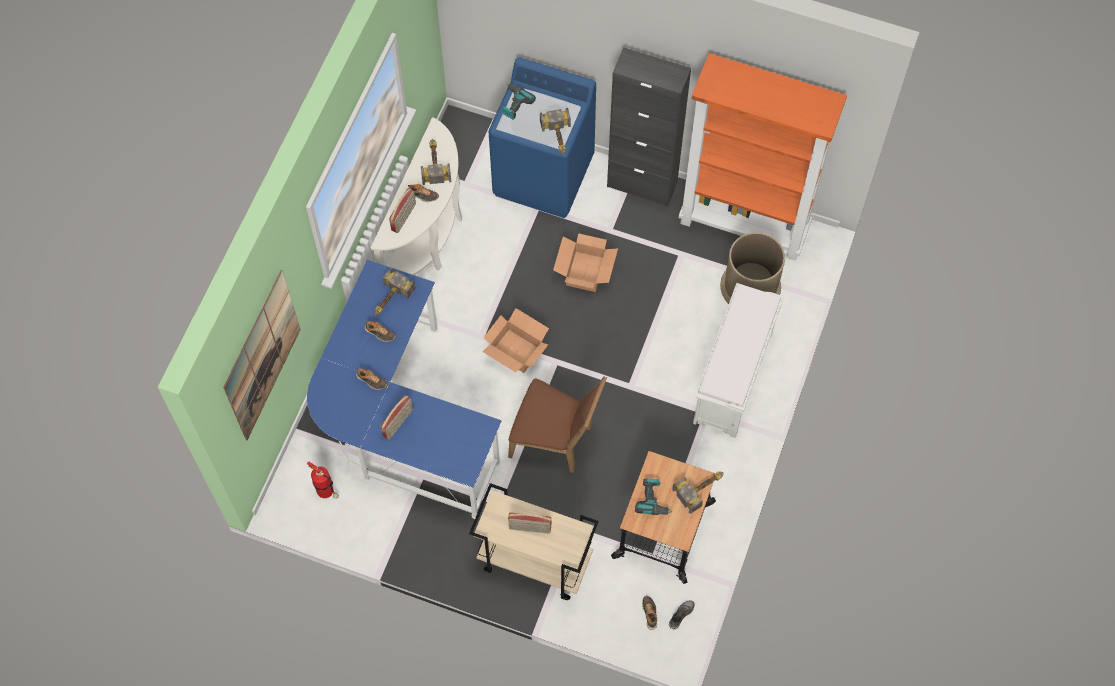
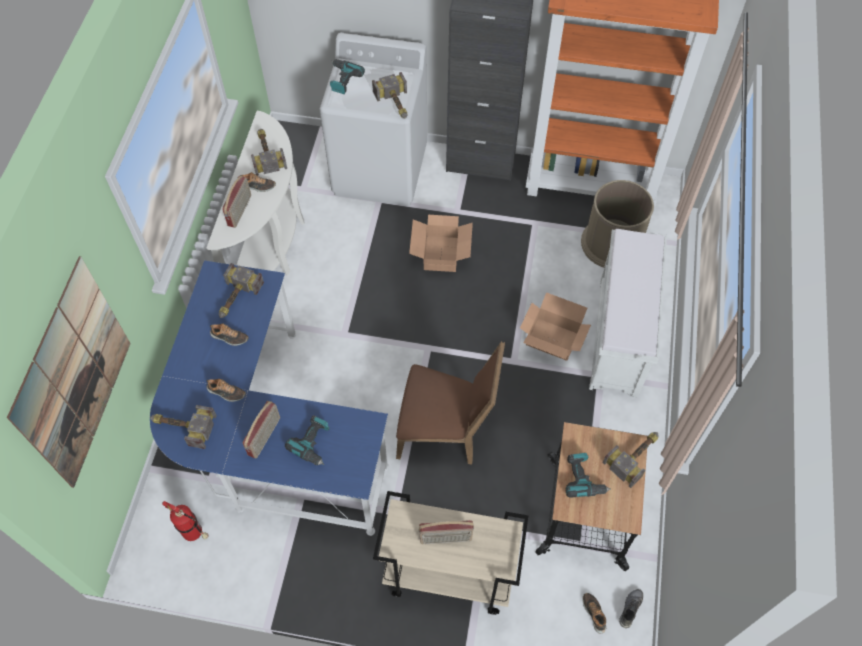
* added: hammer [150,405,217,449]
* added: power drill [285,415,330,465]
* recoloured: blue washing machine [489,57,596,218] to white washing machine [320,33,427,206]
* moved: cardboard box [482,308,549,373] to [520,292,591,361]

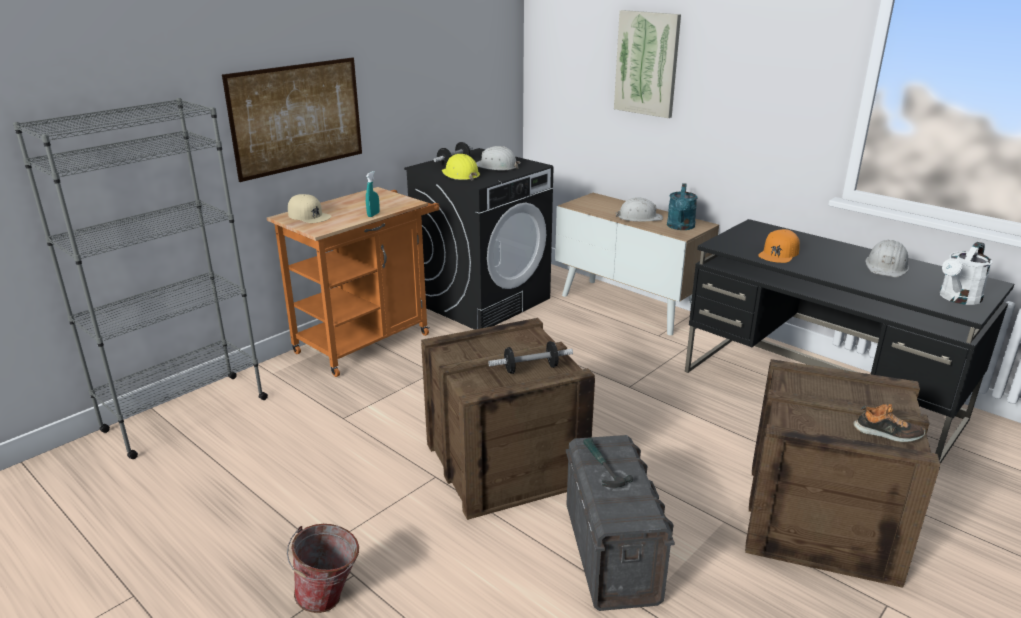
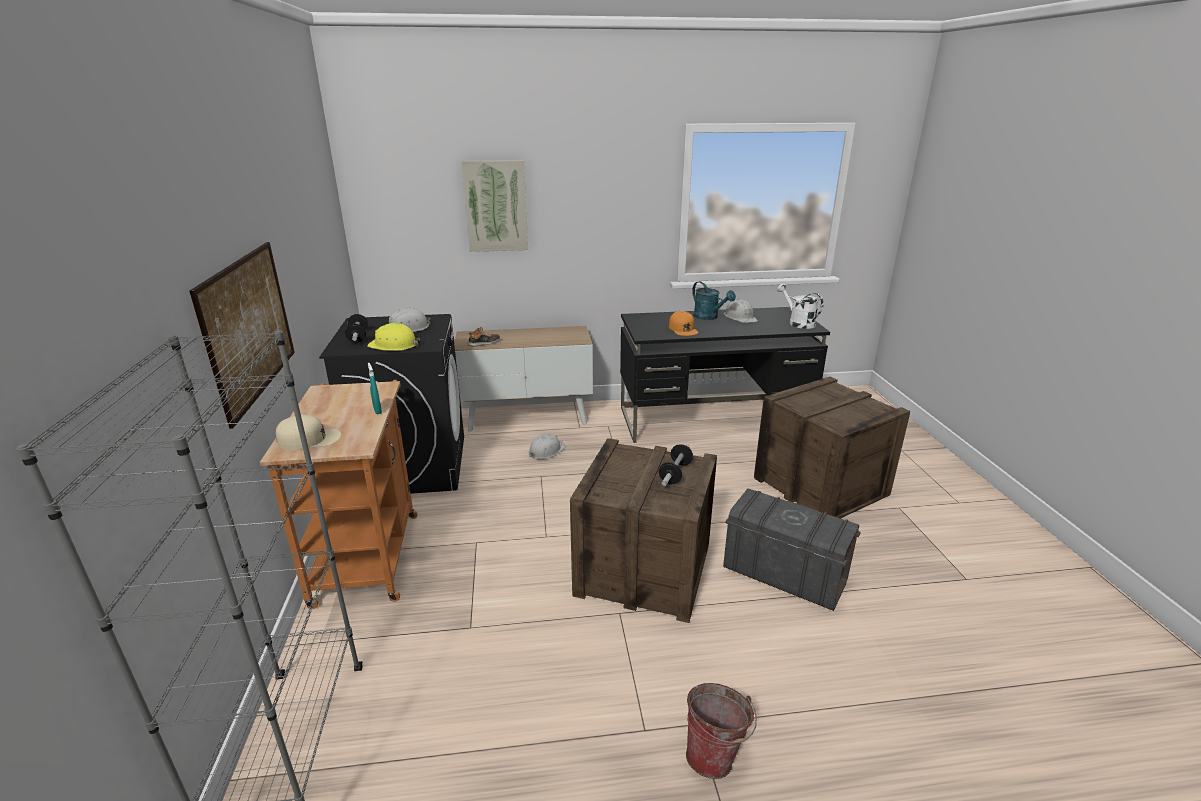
* moved: shoe [853,404,926,442] to [467,327,500,347]
* moved: white hard hat [616,197,663,222] to [529,433,566,459]
* moved: turquoise watering can [667,183,698,230] to [692,281,736,320]
* turned: white watering can [940,242,992,305] = [777,283,823,329] 150 degrees clockwise
* removed: hammer [583,438,633,488]

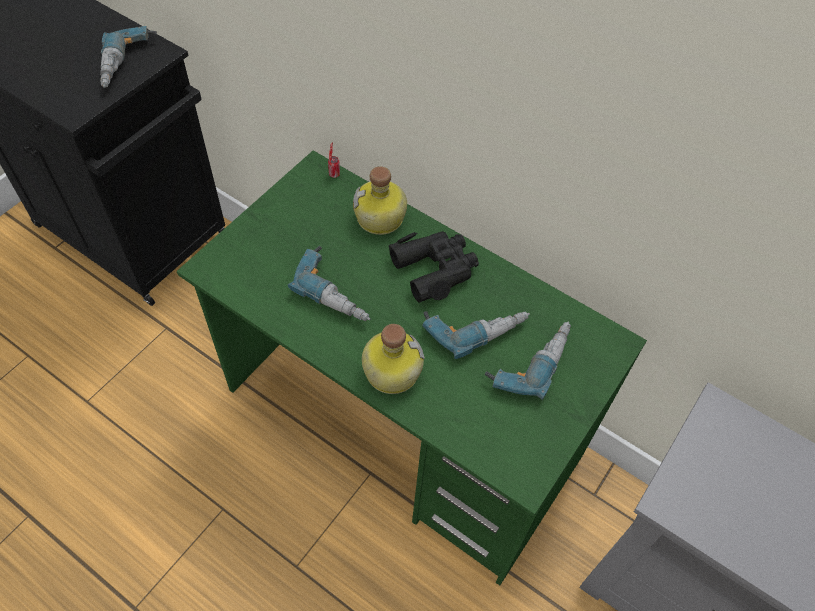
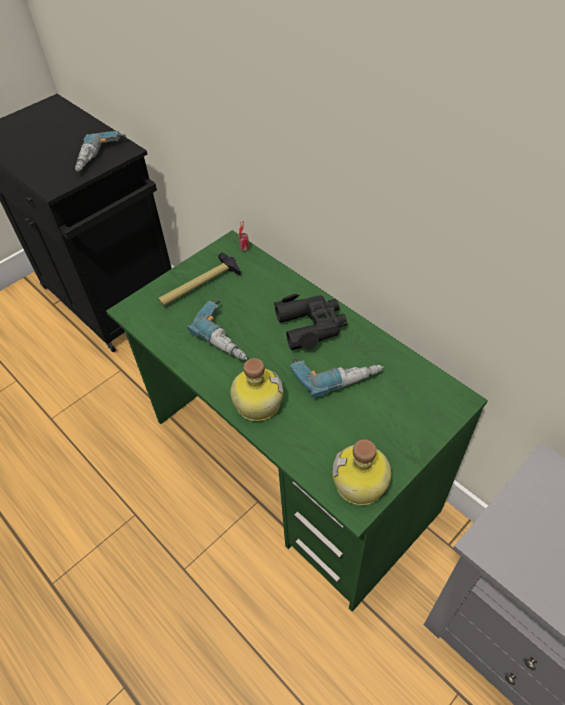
* added: hammer [158,253,241,306]
* moved: bottle [353,166,407,235] to [332,439,391,505]
* removed: power drill [485,322,571,400]

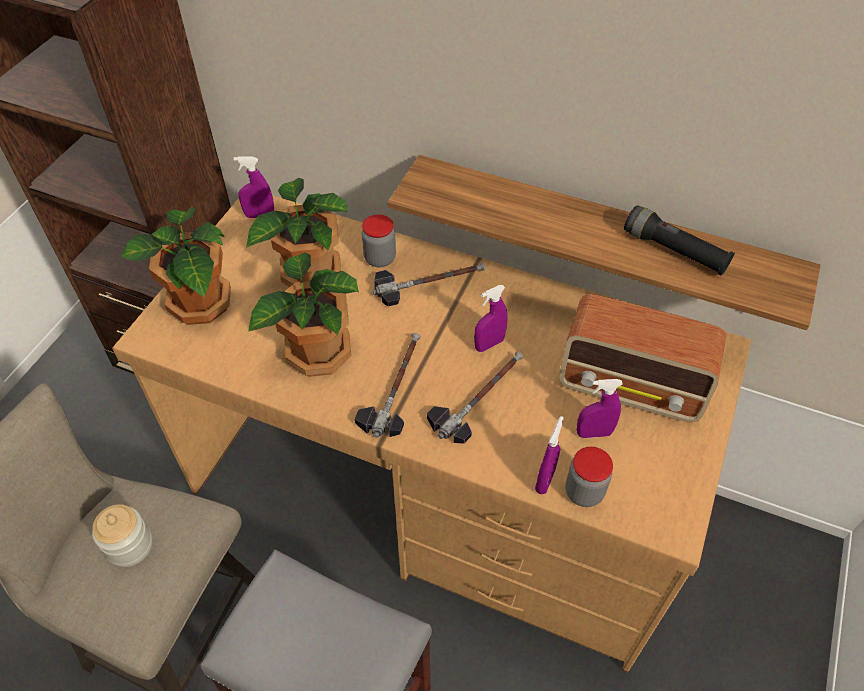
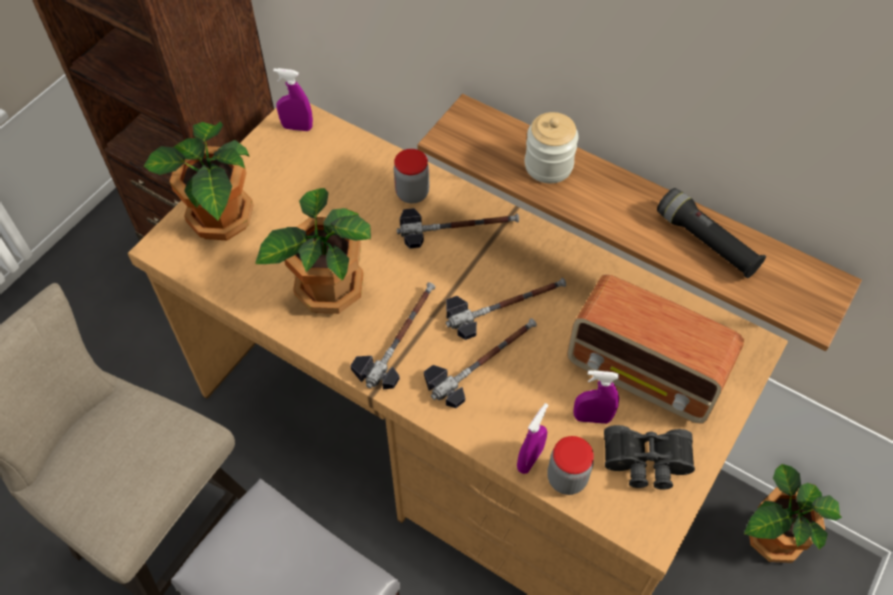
* replaced: purple spray bottle [474,285,508,352] to hammer [446,278,566,340]
* moved: jar [92,504,152,567] to [525,112,579,183]
* added: black binoculars [604,425,695,490]
* moved: potted plant [246,178,348,287] to [744,464,842,563]

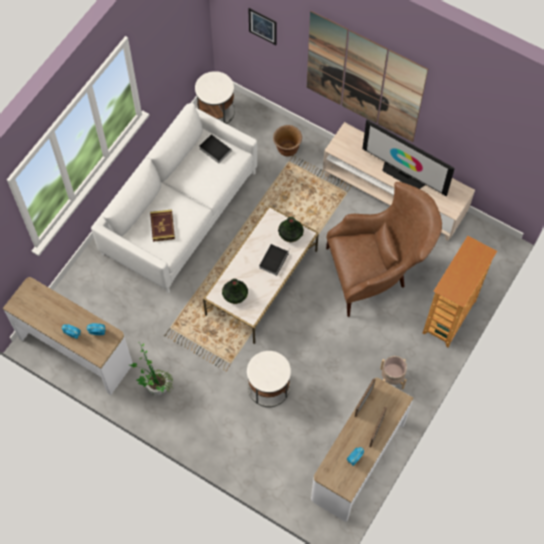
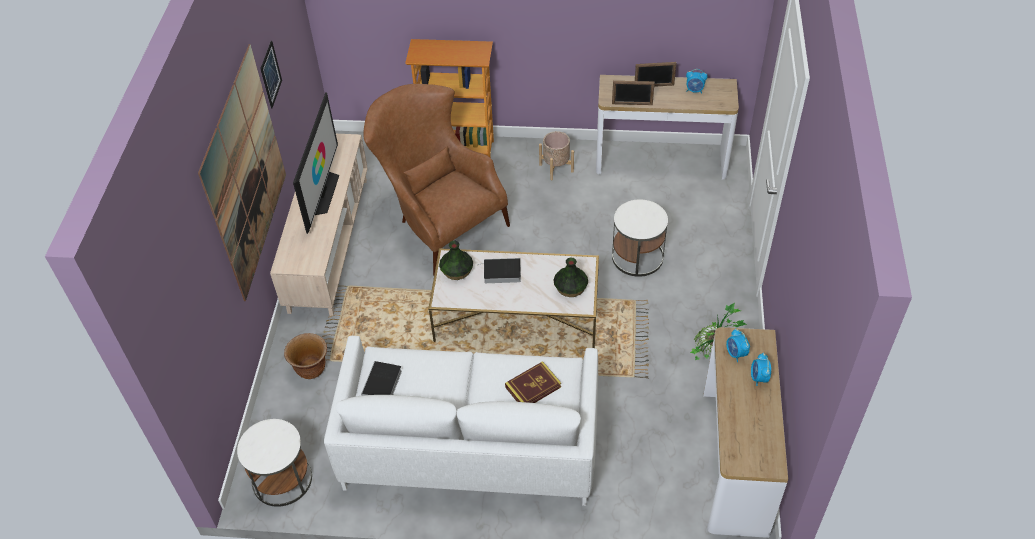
* moved: picture [248,8,277,45] to [260,41,282,108]

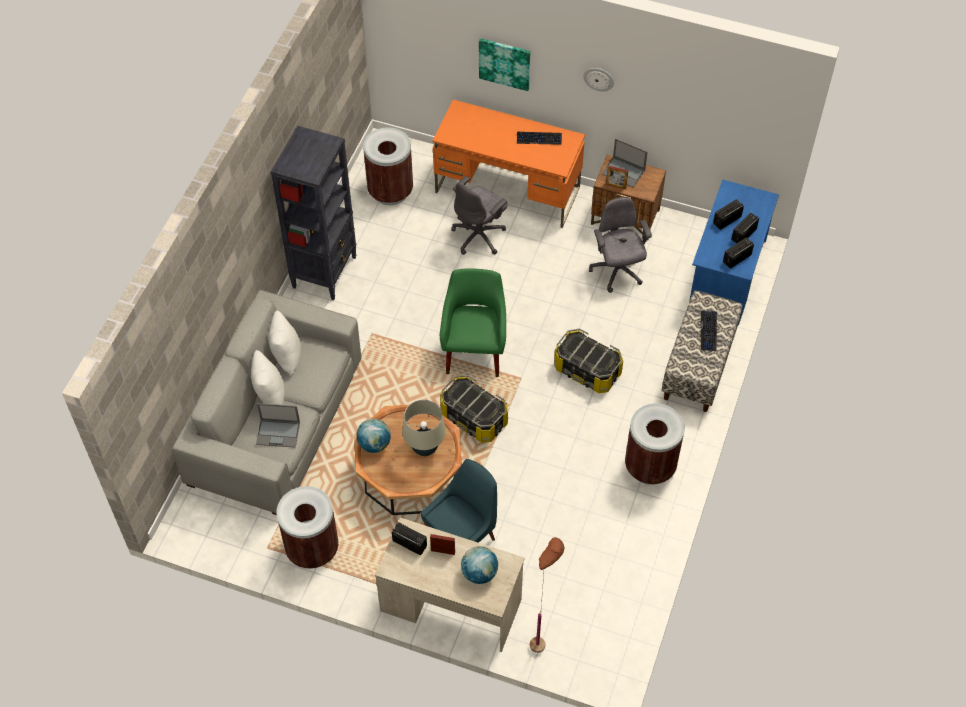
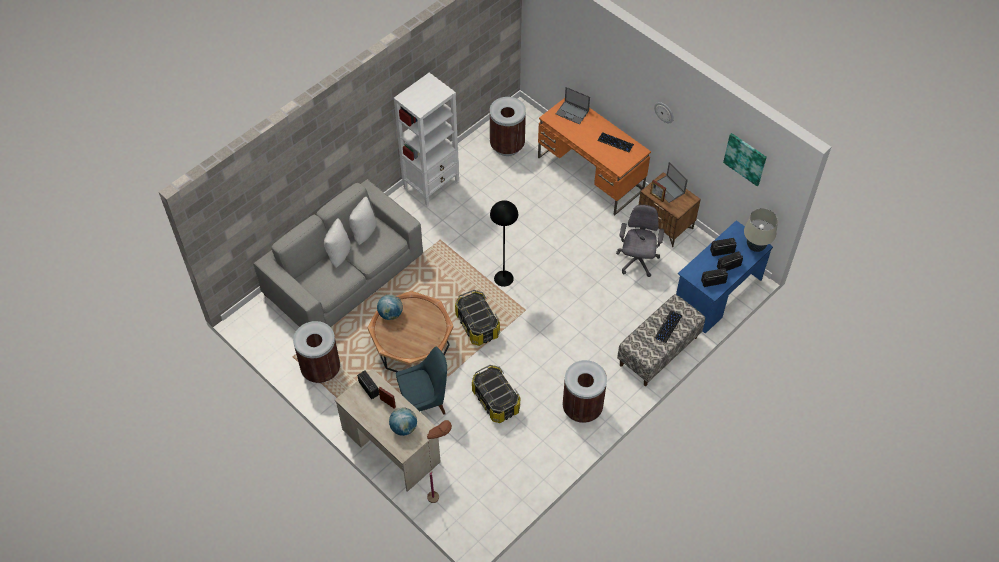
* recoloured: black bookcase [271,126,357,300] to white bookcase [394,72,459,207]
* moved: storage box [554,329,623,393] to [472,365,520,423]
* replaced: green armchair [440,268,506,377] to black floor lamp [490,200,518,287]
* moved: laptop [256,403,300,448] to [556,87,590,124]
* moved: picture [479,38,530,91] to [723,133,767,186]
* moved: beige table lamp [402,400,446,456] to [744,208,778,252]
* removed: grey office chair [451,176,507,255]

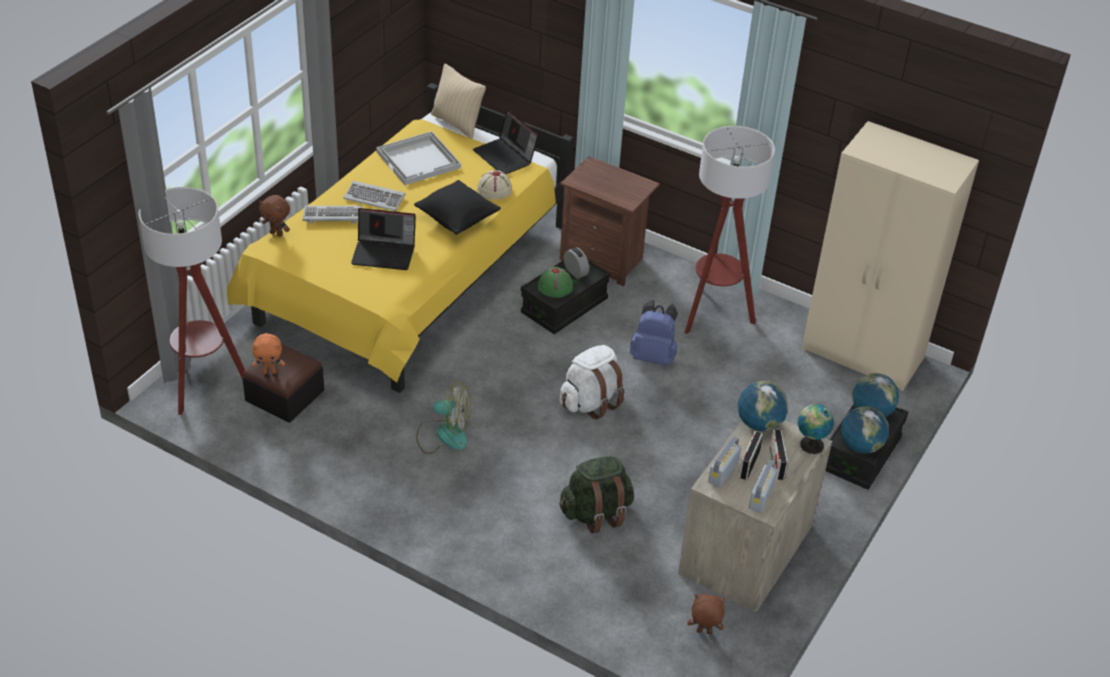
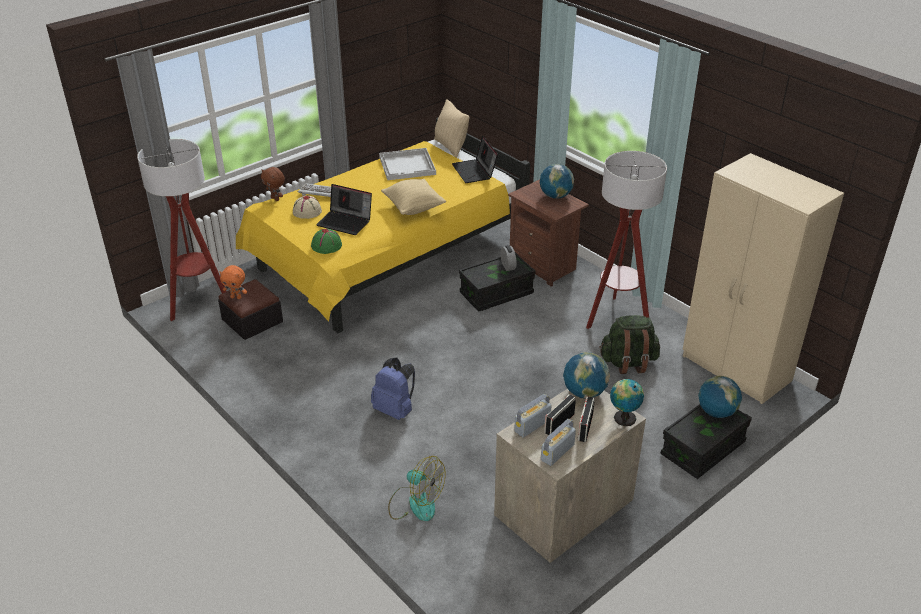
* moved: beige hat [477,170,512,200] to [293,195,322,219]
* moved: green hat [538,267,573,298] to [311,228,342,254]
* moved: blue backpack [630,300,678,366] to [371,357,415,420]
* recoloured: black pillow [414,180,501,235] to beige pillow [381,179,446,215]
* moved: fan [416,382,471,454] to [388,456,446,521]
* moved: globe [841,406,889,454] to [540,164,574,199]
* moved: green backpack [559,456,634,534] to [599,315,660,374]
* removed: keyboard [343,181,405,211]
* removed: white backpack [560,345,625,419]
* removed: brown plush toy [688,594,725,634]

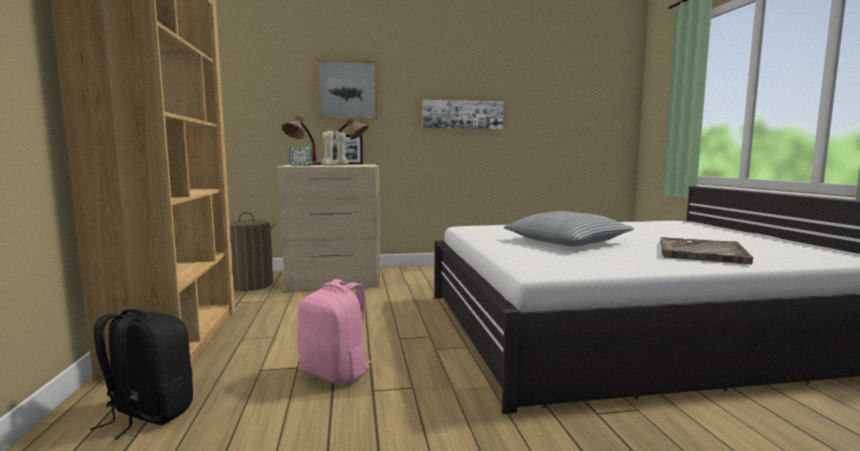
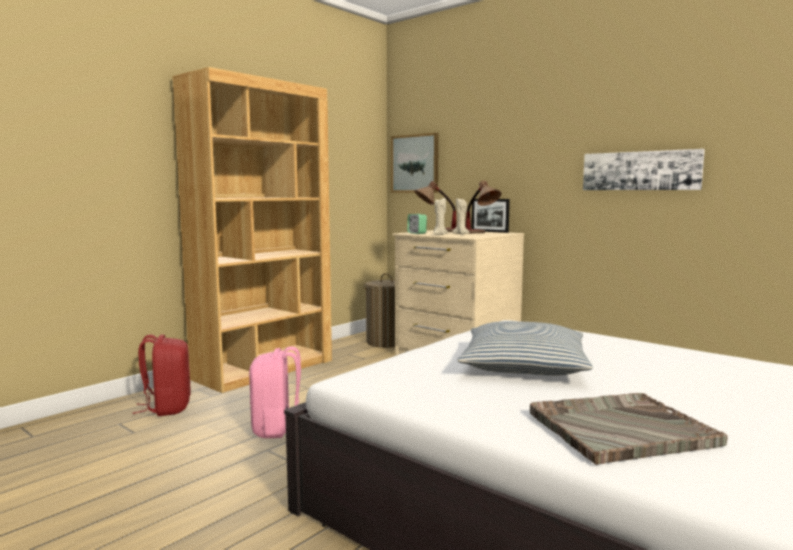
* recoloured: black backpack [90,309,193,439] to red backpack [133,334,191,416]
* moved: picture [317,59,377,120] to [391,133,439,193]

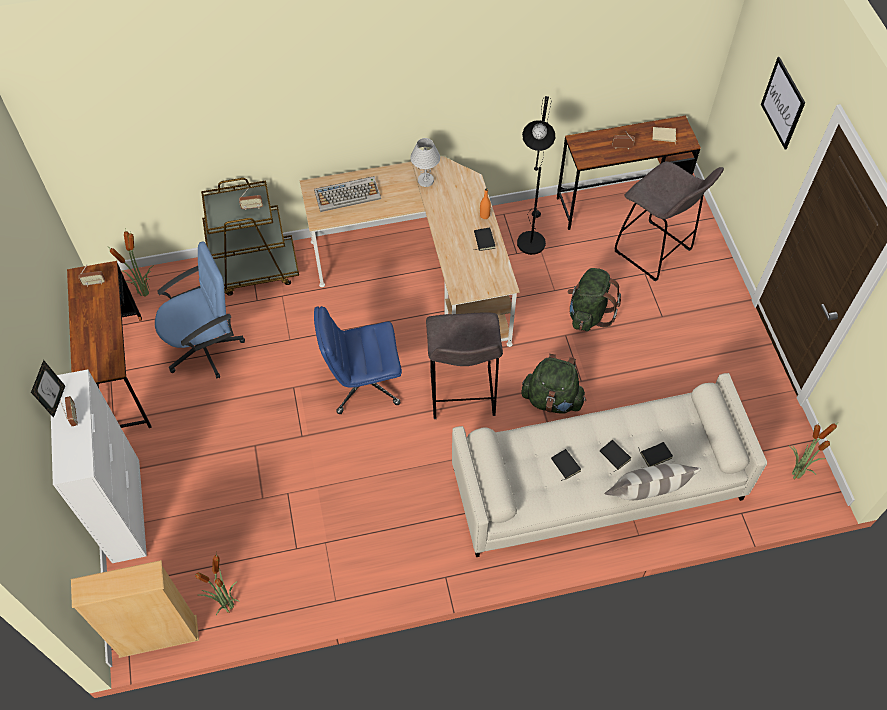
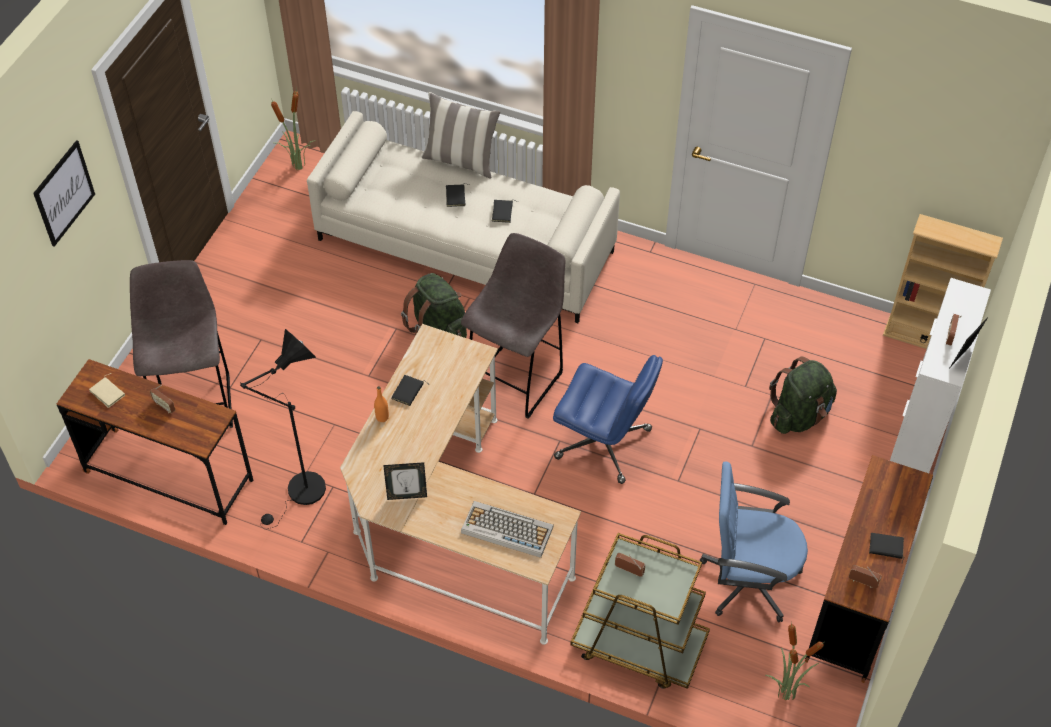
* replaced: white table lamp [410,138,440,187] to picture frame [383,462,427,500]
* moved: green backpack [567,268,621,331] to [769,357,837,434]
* moved: black book [638,442,673,467] to [869,533,904,562]
* removed: potted plant [195,552,240,615]

